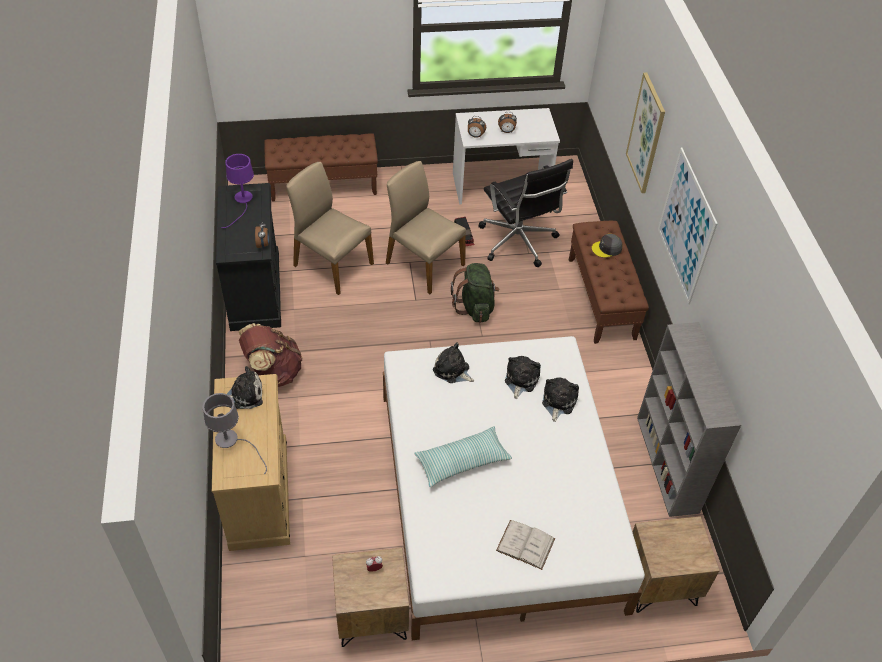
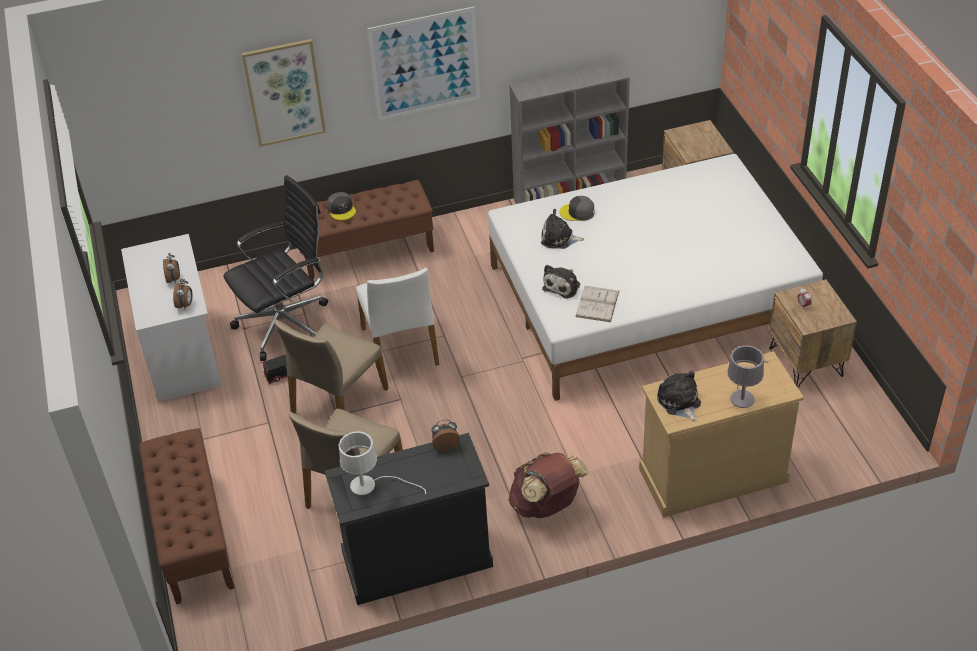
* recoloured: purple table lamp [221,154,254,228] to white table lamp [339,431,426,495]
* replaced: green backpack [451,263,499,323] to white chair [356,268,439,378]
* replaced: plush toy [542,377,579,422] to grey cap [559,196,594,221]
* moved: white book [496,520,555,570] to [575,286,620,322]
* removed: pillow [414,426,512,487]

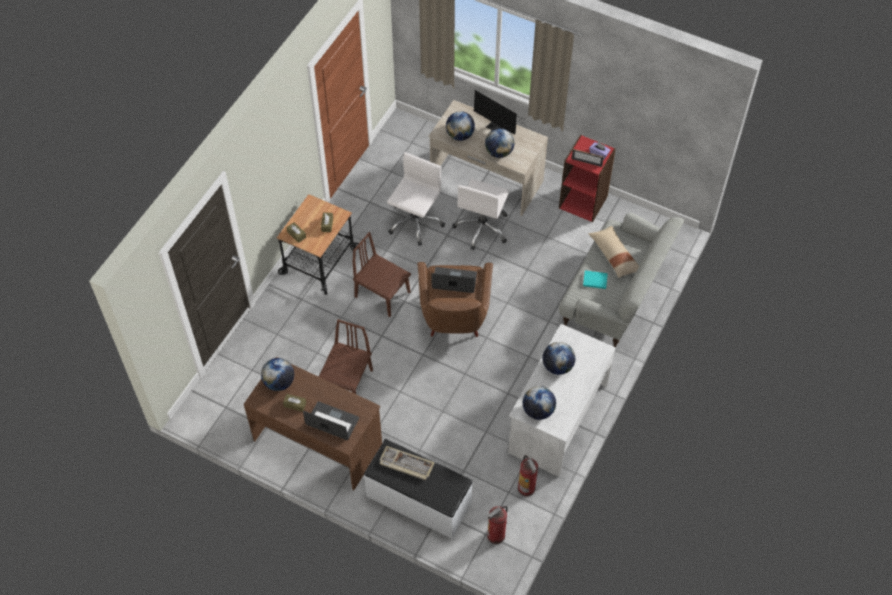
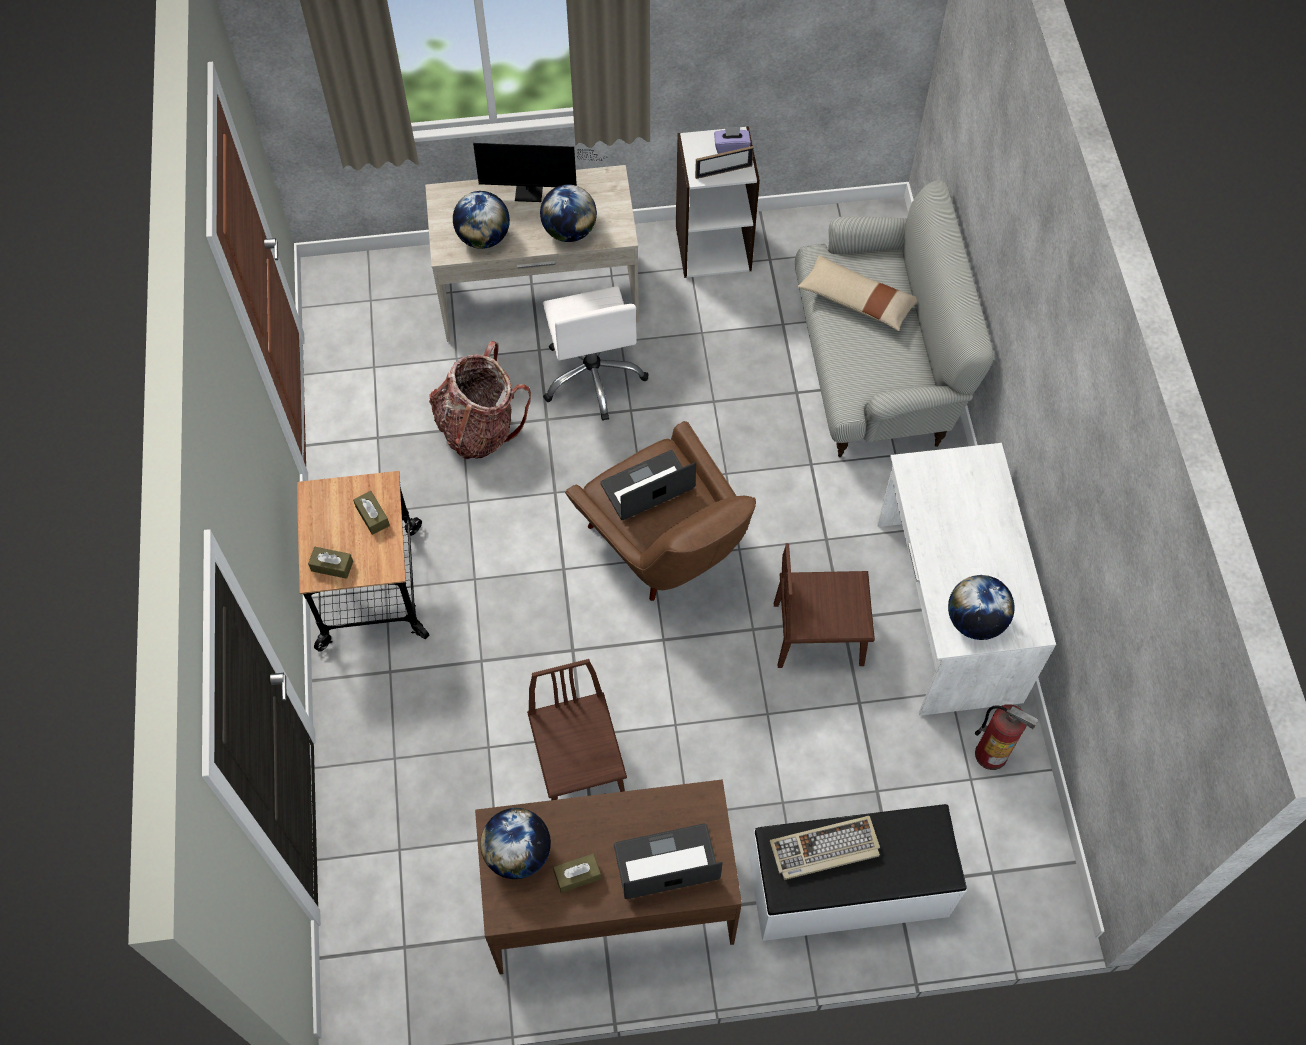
* replaced: white office chair [387,152,445,246] to backpack [429,341,531,459]
* recoloured: red bookcase [559,135,616,222] to white bookcase [676,126,760,278]
* moved: brown chair [353,232,411,317] to [774,543,875,668]
* removed: fire extinguisher [487,506,508,544]
* removed: globe [543,342,575,375]
* removed: turquoise book [583,270,608,289]

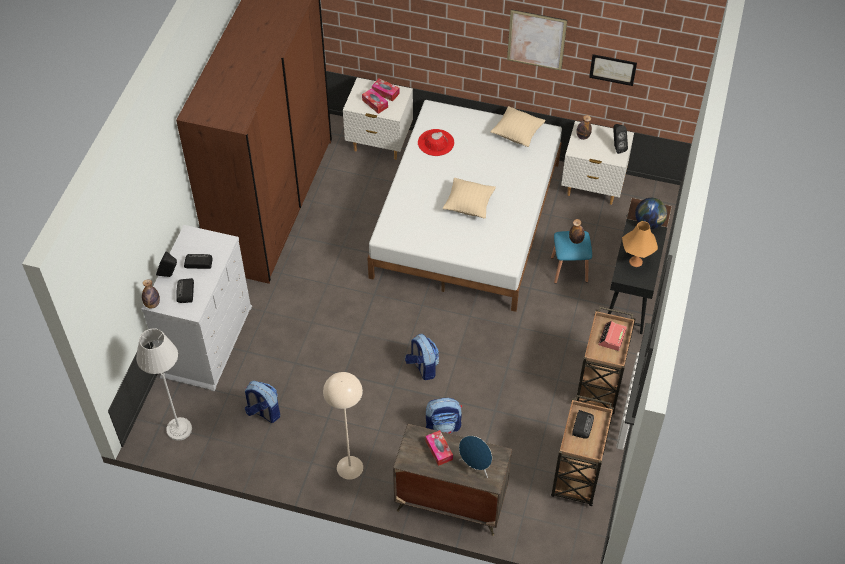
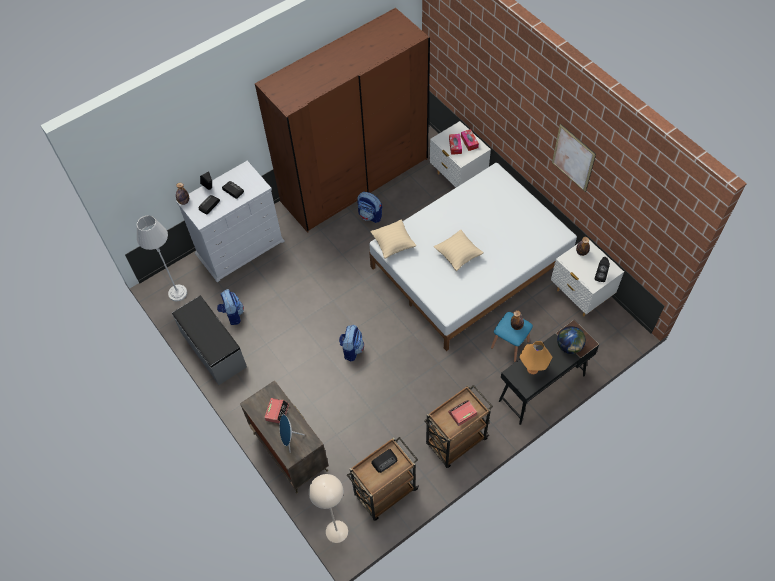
* added: grey bench [172,296,247,385]
* replaced: tissue box [425,430,453,466] to alarm clock [264,398,289,424]
* moved: beige floor lamp [323,372,363,480] to [309,474,348,543]
* moved: backpack [426,398,462,434] to [357,192,382,223]
* moved: beige pillow [491,106,545,147] to [370,219,416,259]
* removed: red hat [418,129,454,156]
* removed: picture [589,54,637,86]

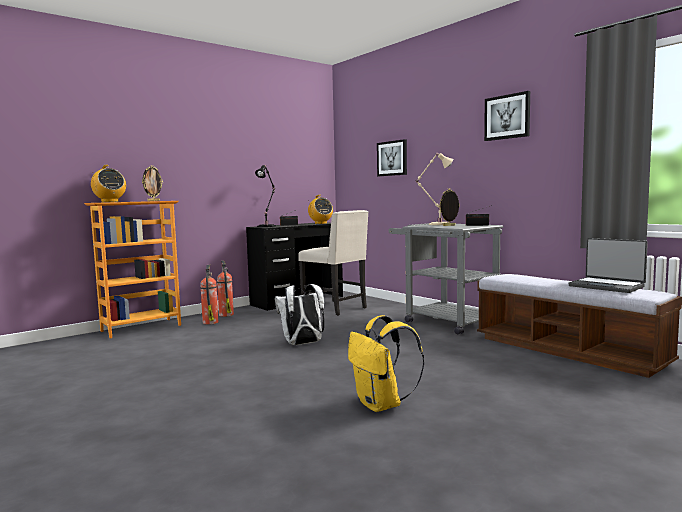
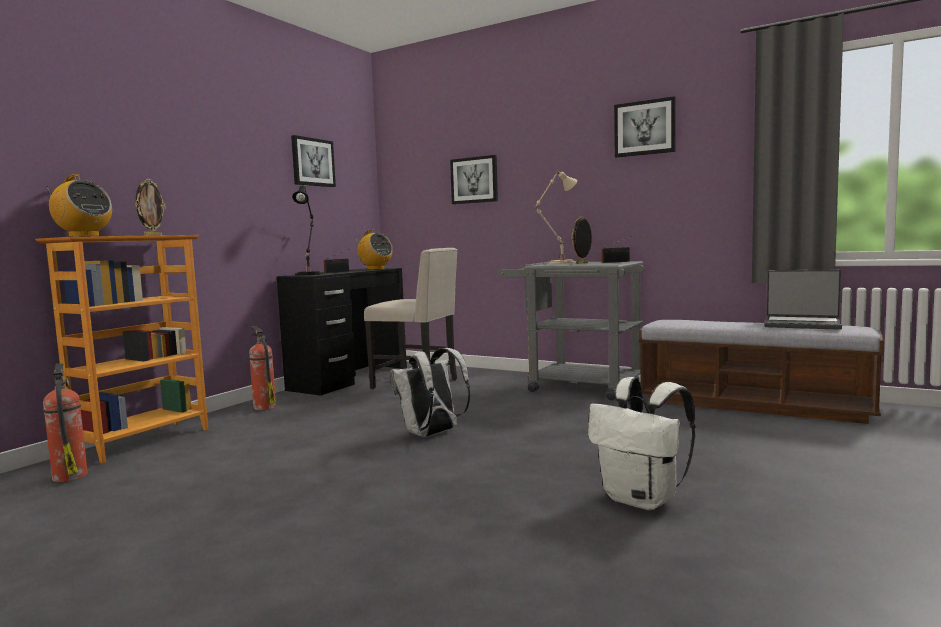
* moved: fire extinguisher [200,265,218,325] to [43,363,88,482]
* added: picture [291,135,336,187]
* recoloured: yellow backpack [348,315,424,412] to white backpack [588,377,695,510]

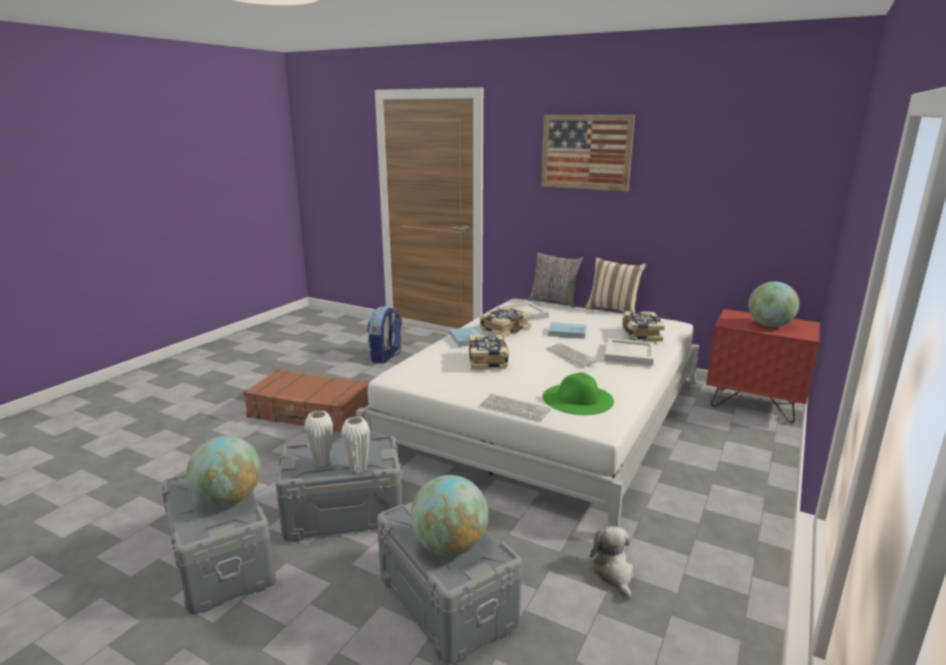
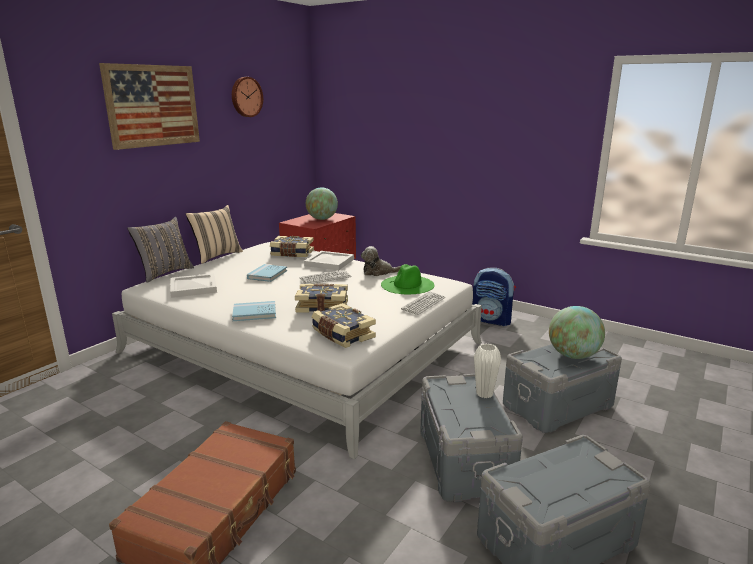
* added: wall clock [232,77,263,117]
* moved: book [479,307,531,337] to [312,303,376,348]
* moved: plush toy [590,526,634,599] to [361,246,401,276]
* moved: backpack [367,305,402,363] to [472,268,516,326]
* removed: globe [186,436,261,507]
* removed: white vase [305,410,333,467]

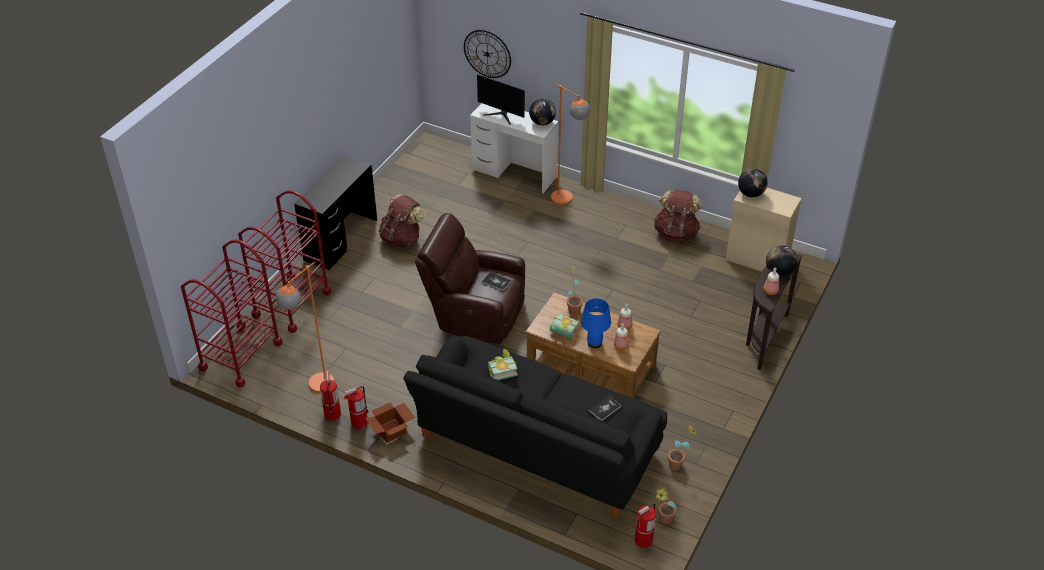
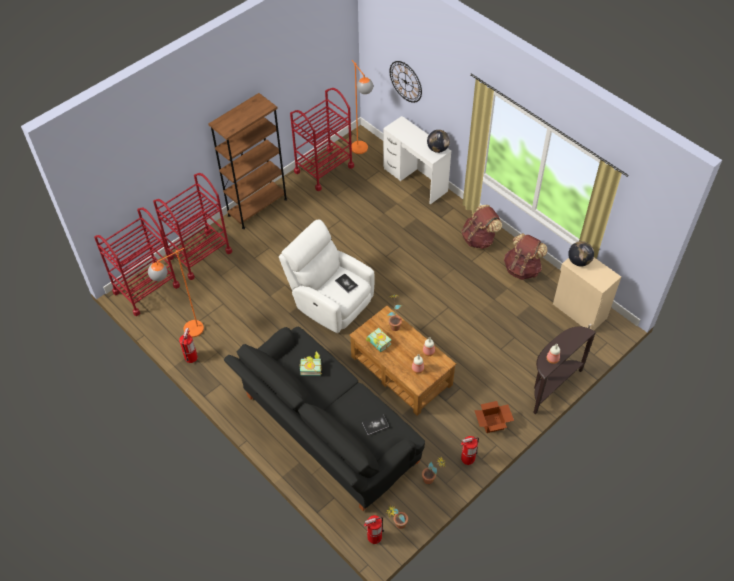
* replaced: black desk [294,155,377,270] to brown bookcase [209,93,287,229]
* recoloured: brown armchair [415,213,525,344] to white armchair [279,220,374,333]
* added: red cart [290,88,354,191]
* moved: orange floor lamp [551,83,590,205] to [352,60,373,154]
* moved: fire extinguisher [344,386,369,429] to [460,436,479,465]
* moved: brown backpack [379,194,425,248] to [461,205,502,249]
* moved: cardboard box [365,403,415,443] to [474,401,514,433]
* removed: monitor [477,74,525,125]
* removed: blue table lamp [581,298,611,348]
* removed: globe [766,245,797,276]

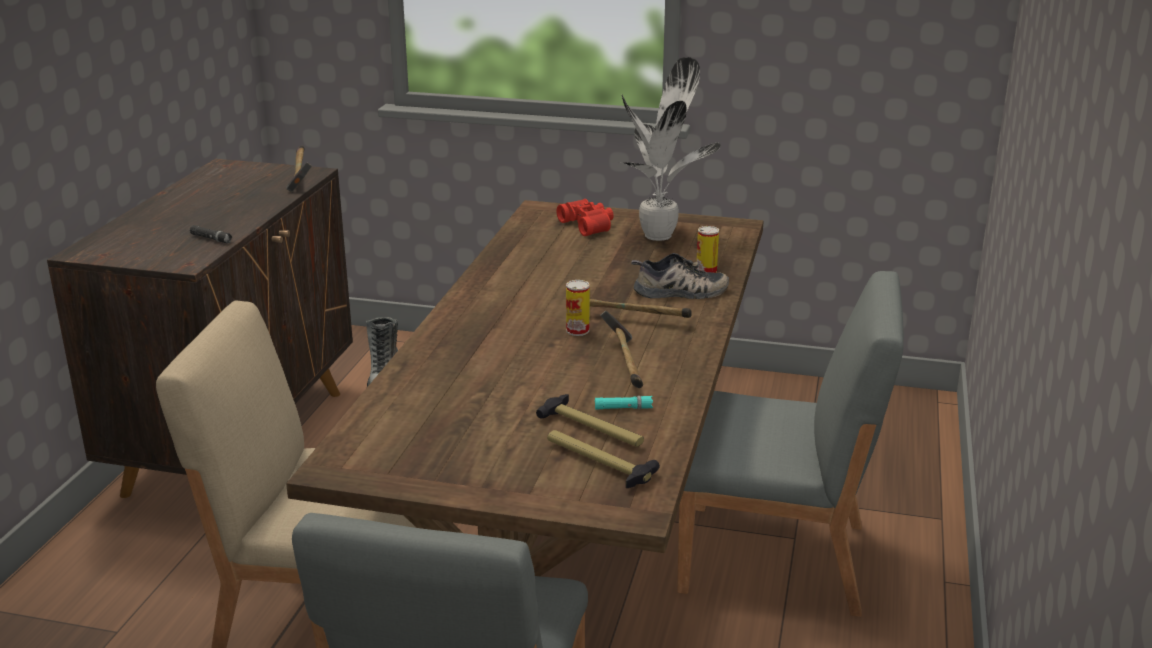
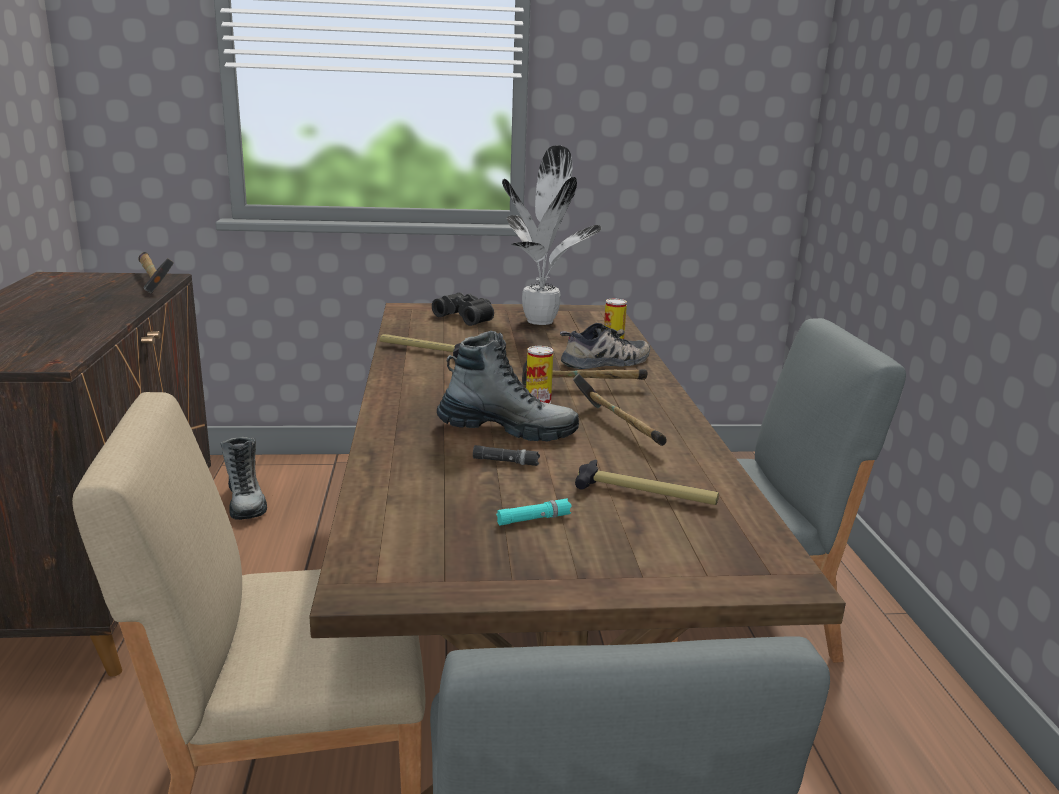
* moved: hammer [547,430,660,488] to [380,334,460,358]
* recoloured: red binoculars [556,199,614,236] to black binoculars [432,292,494,326]
* added: boot [437,331,579,442]
* moved: black flashlight [190,225,232,243] to [473,445,540,466]
* moved: turquoise flashlight [595,396,653,409] to [496,498,572,526]

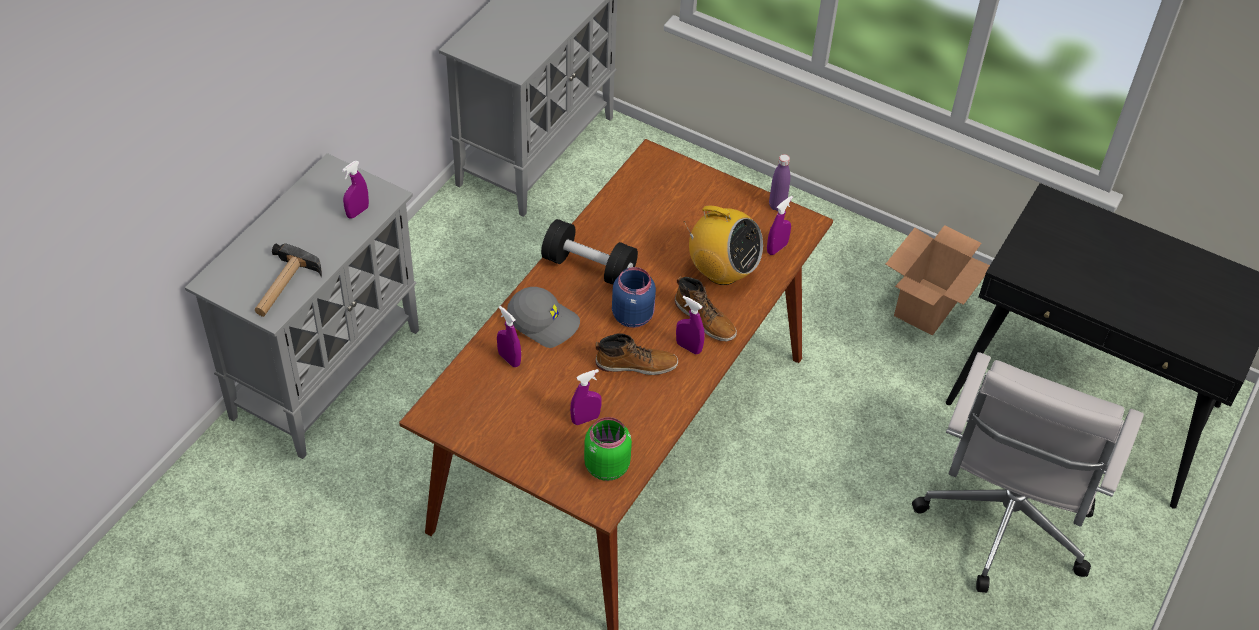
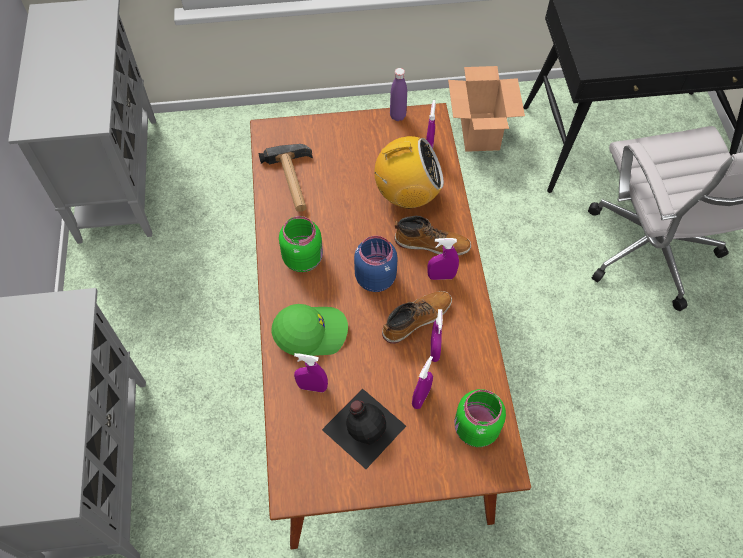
* moved: hammer [255,243,322,317] to [258,144,313,212]
* recoloured: grey cap [507,287,580,348] to green cap [272,304,348,356]
* replaced: black dumbbell [541,219,638,284] to green jar [279,216,323,272]
* added: black bottle [322,388,406,469]
* moved: purple spray bottle [342,161,369,219] to [431,309,443,362]

